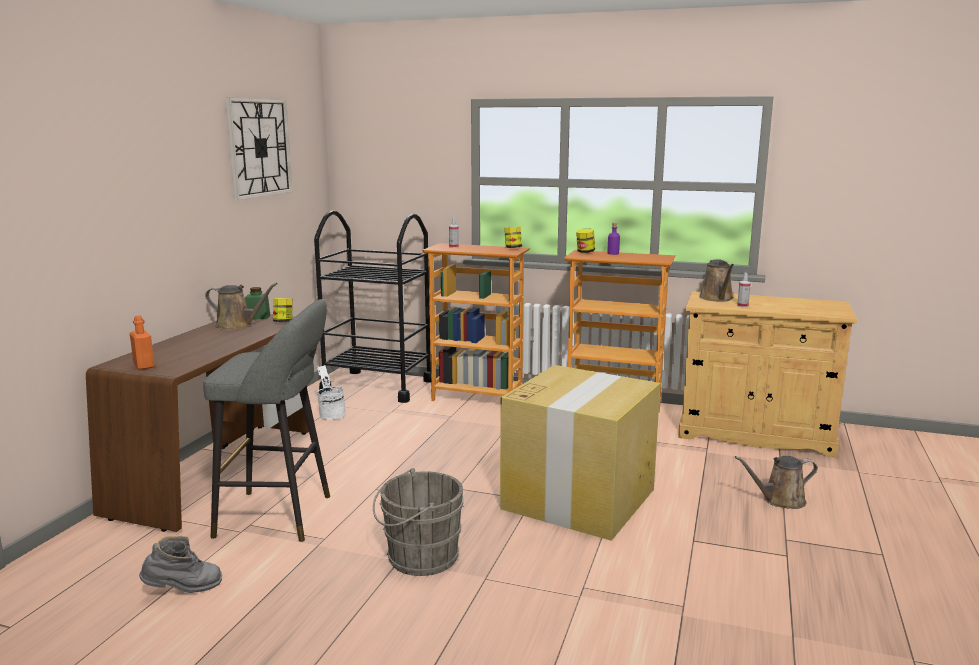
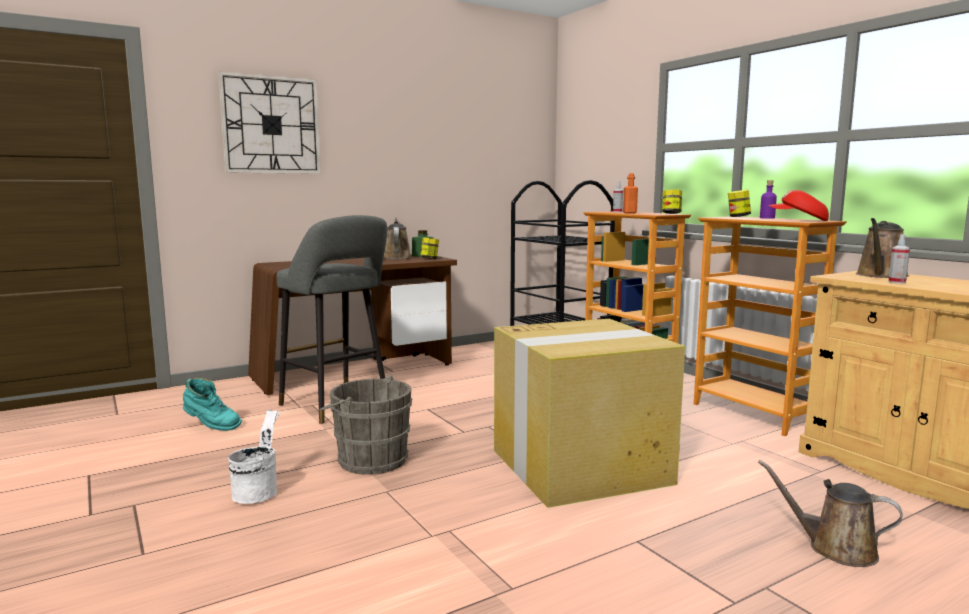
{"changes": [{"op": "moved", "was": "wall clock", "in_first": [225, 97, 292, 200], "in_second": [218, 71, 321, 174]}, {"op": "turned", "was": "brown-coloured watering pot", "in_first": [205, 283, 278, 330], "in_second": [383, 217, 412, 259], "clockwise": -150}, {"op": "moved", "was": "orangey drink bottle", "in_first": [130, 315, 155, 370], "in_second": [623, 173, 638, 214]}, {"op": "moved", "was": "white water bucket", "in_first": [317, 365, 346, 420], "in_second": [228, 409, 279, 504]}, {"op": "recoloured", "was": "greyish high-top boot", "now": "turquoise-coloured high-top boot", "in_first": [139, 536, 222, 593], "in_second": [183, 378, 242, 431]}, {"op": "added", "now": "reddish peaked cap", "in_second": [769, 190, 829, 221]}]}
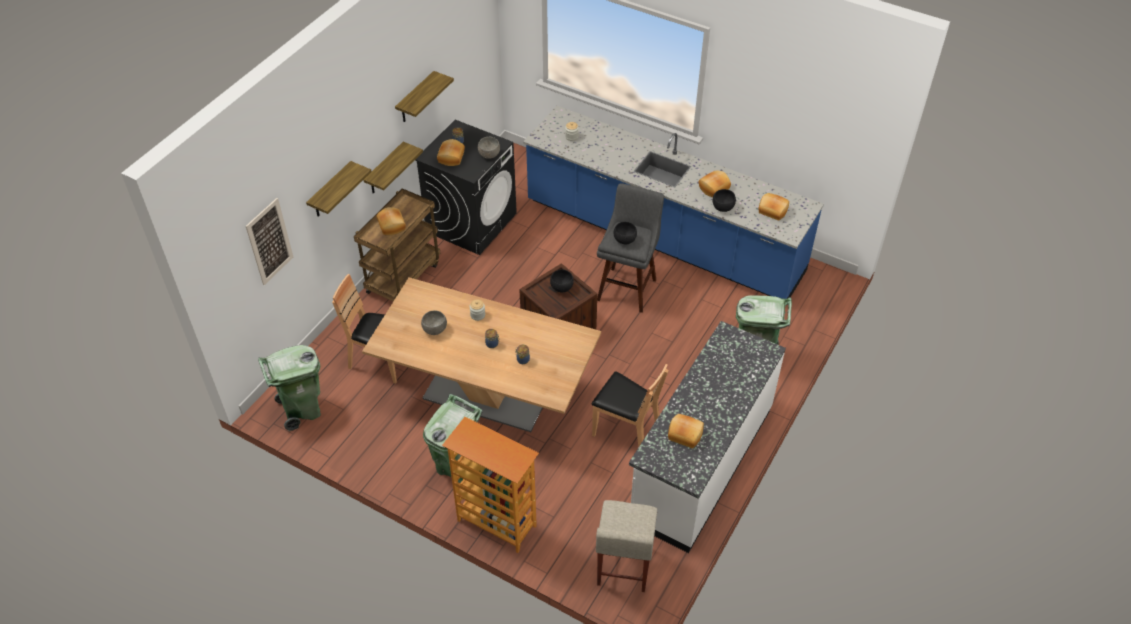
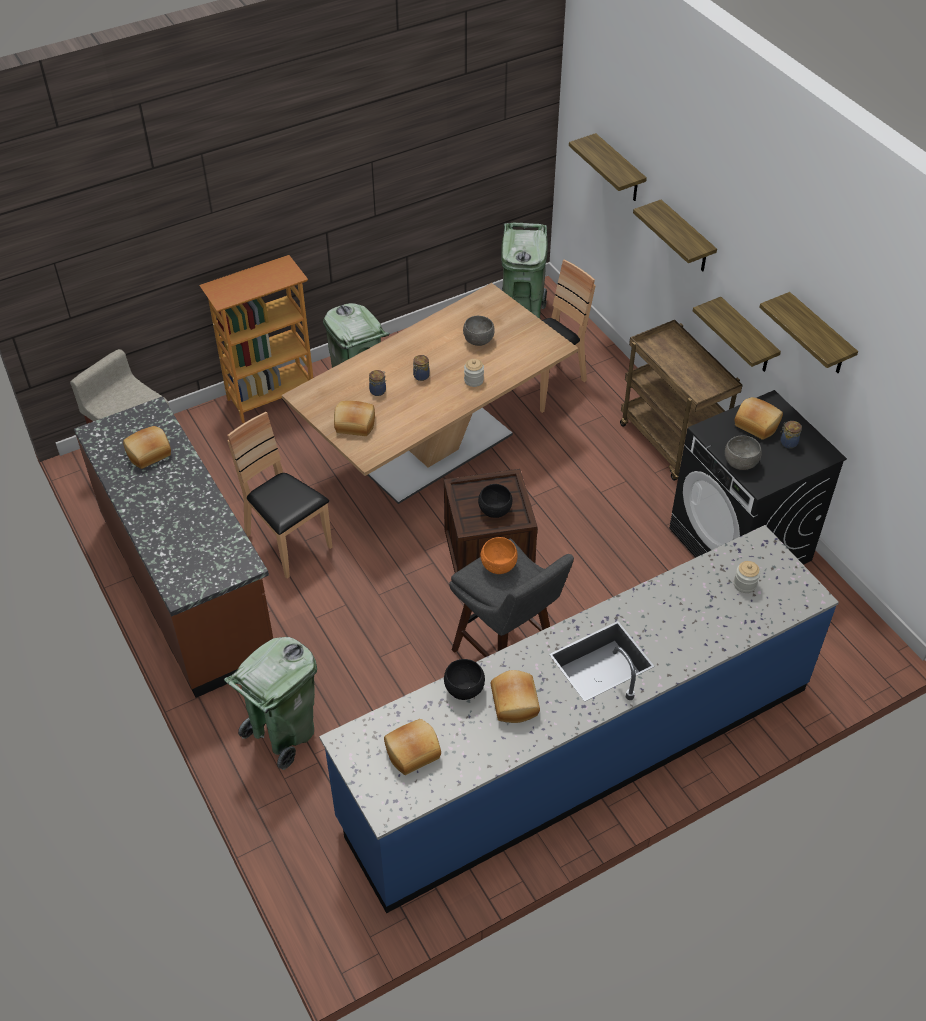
{"changes": [{"op": "replaced", "was": "wall picture", "now": "shelf", "in_first": [246, 198, 293, 285], "in_second": [569, 133, 647, 201]}, {"op": "moved", "was": "bakery bread", "in_first": [377, 207, 406, 235], "in_second": [334, 401, 375, 436]}, {"op": "recoloured", "was": "black-coloured bowl", "now": "orangey bowl", "in_first": [614, 222, 637, 245], "in_second": [481, 537, 518, 574]}, {"op": "recoloured", "was": "white kitchen base unit", "now": "brown-coloured kitchen base unit", "in_first": [629, 321, 786, 553], "in_second": [74, 396, 273, 698]}, {"op": "turned", "was": "brown-coloured upright chair", "in_first": [591, 364, 669, 447], "in_second": [227, 412, 332, 579], "clockwise": 75}]}
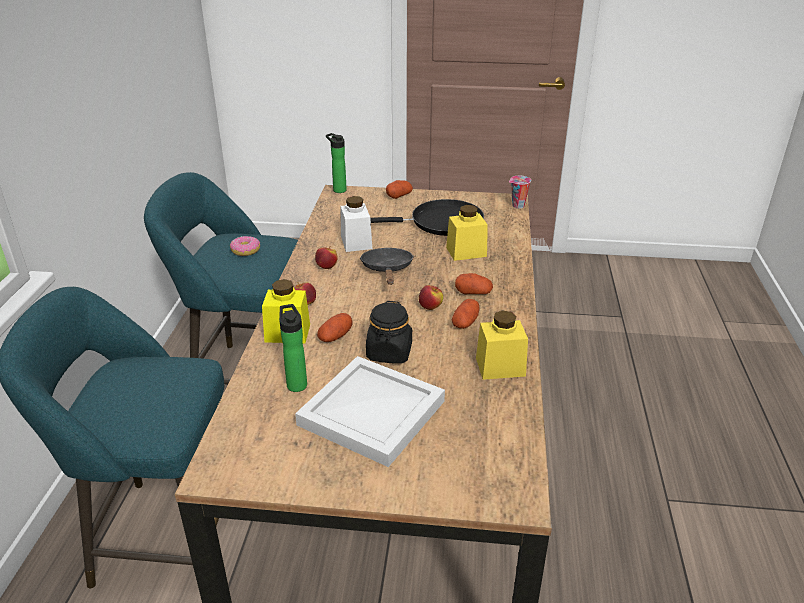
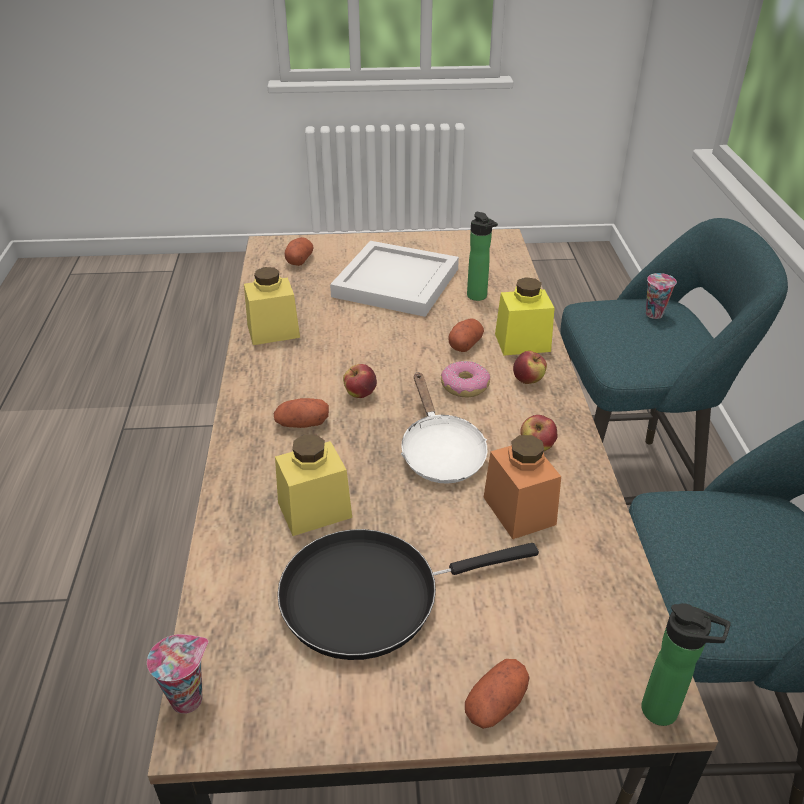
{"changes": [{"op": "recoloured", "was": "white storage jar", "now": "orangey storage jar", "in_first": [341, 196, 372, 252], "in_second": [483, 435, 561, 539]}, {"op": "moved", "was": "donut", "in_first": [230, 236, 260, 256], "in_second": [441, 361, 490, 397]}, {"op": "recoloured", "was": "black-coloured pan", "now": "white pan", "in_first": [360, 248, 414, 285], "in_second": [401, 372, 487, 484]}, {"op": "moved", "was": "spud", "in_first": [452, 299, 480, 329], "in_second": [284, 237, 314, 266]}, {"op": "removed", "was": "black-coloured storage jar", "in_first": [366, 301, 412, 364]}, {"op": "added", "now": "drinking cup", "in_second": [646, 273, 677, 319]}]}
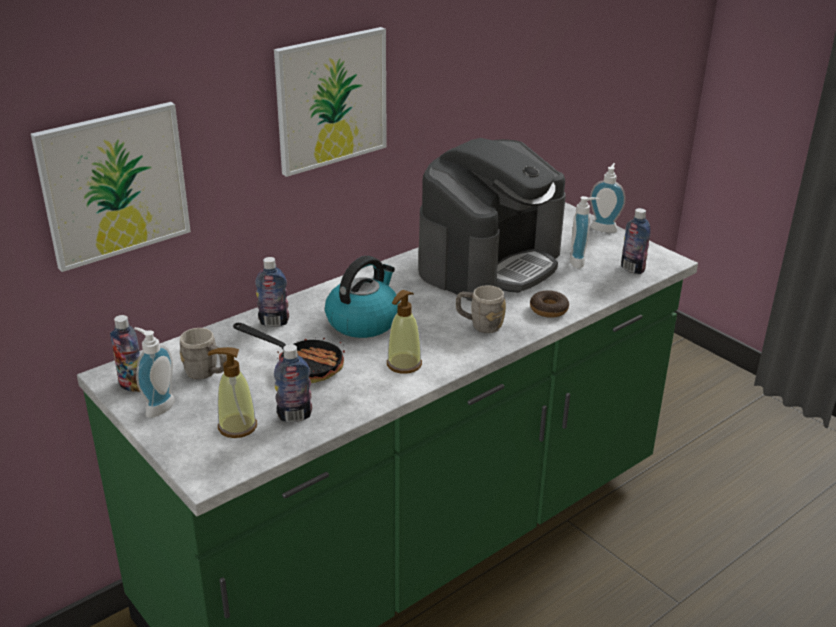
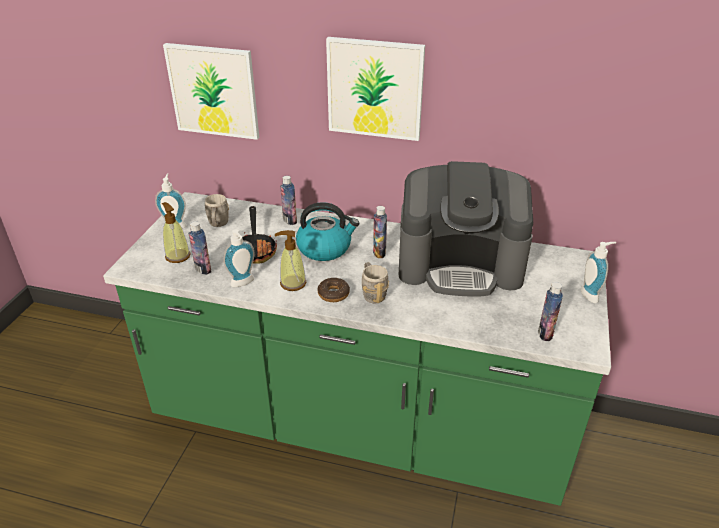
{"changes": [{"op": "moved", "was": "soap bottle", "in_first": [570, 196, 599, 268], "in_second": [223, 229, 255, 287]}, {"op": "moved", "was": "donut", "in_first": [530, 291, 569, 318], "in_second": [318, 278, 350, 302]}, {"op": "moved", "was": "drink bottle", "in_first": [110, 315, 140, 392], "in_second": [373, 206, 387, 258]}]}
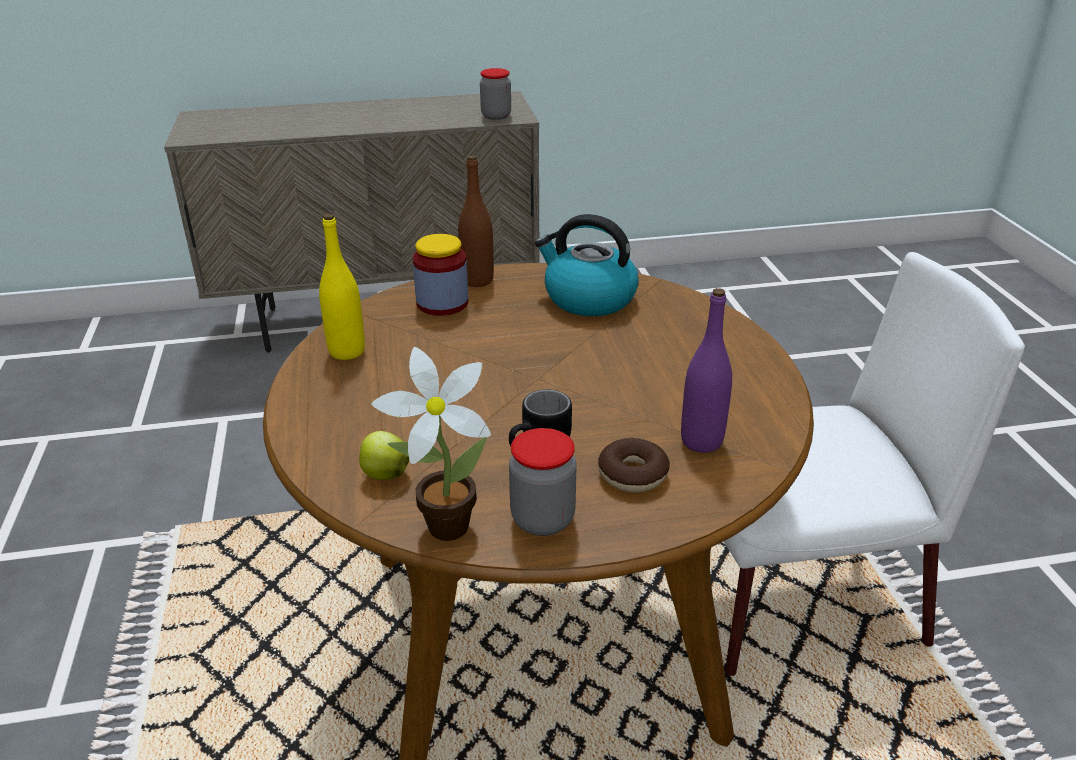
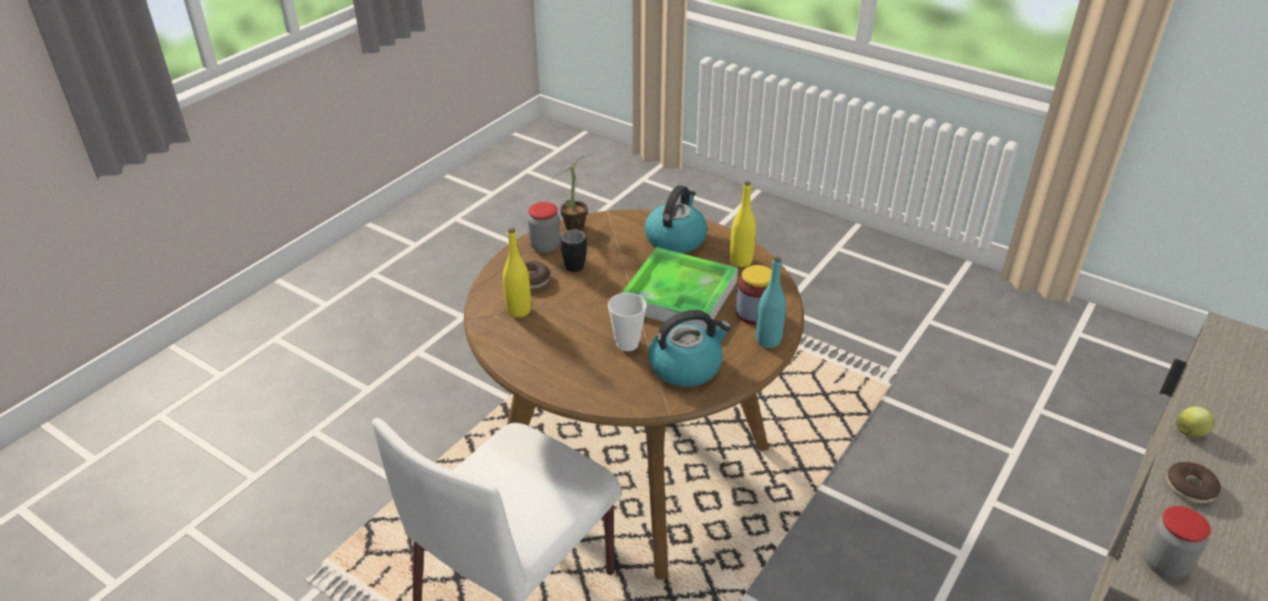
{"changes": [{"op": "recoloured", "was": "brown-coloured drink bottle", "now": "turquoise-coloured drink bottle", "in_first": [458, 155, 494, 287], "in_second": [756, 257, 786, 348]}, {"op": "recoloured", "was": "purple drink bottle", "now": "yellow-coloured drink bottle", "in_first": [681, 288, 732, 453], "in_second": [503, 228, 531, 318]}, {"op": "moved", "was": "apple fruit", "in_first": [359, 431, 409, 480], "in_second": [1177, 406, 1214, 437]}, {"op": "added", "now": "kettle", "in_second": [645, 185, 707, 253]}, {"op": "added", "now": "serving tray", "in_second": [622, 247, 738, 329]}, {"op": "added", "now": "drinking cup", "in_second": [608, 293, 647, 351]}, {"op": "added", "now": "donut", "in_second": [1166, 462, 1221, 503]}]}
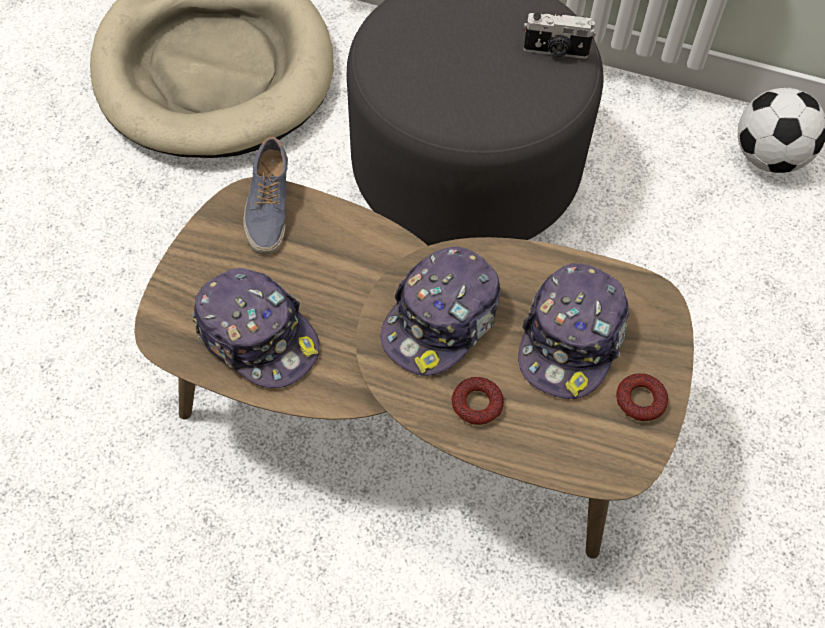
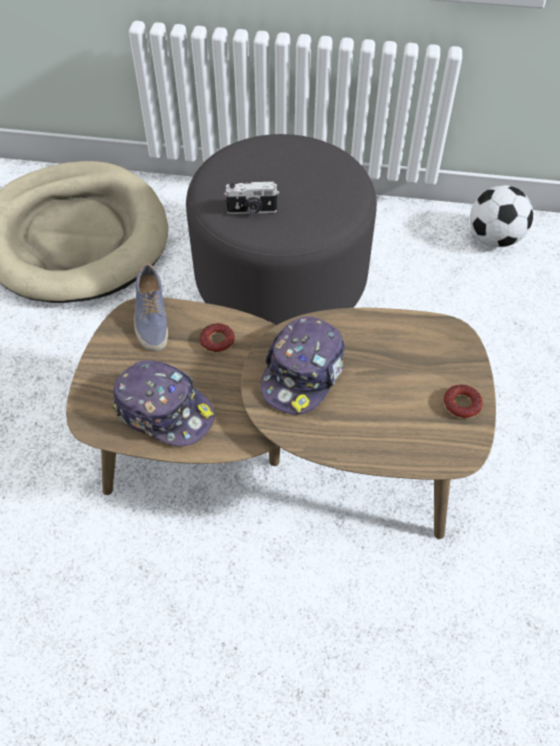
{"changes": [{"op": "moved", "was": "still camera", "in_first": [523, 13, 596, 59], "in_second": [224, 181, 279, 214]}, {"op": "removed", "was": "peaked cap", "in_first": [518, 263, 630, 399]}, {"op": "moved", "was": "donut", "in_first": [451, 377, 504, 426], "in_second": [200, 323, 235, 353]}]}
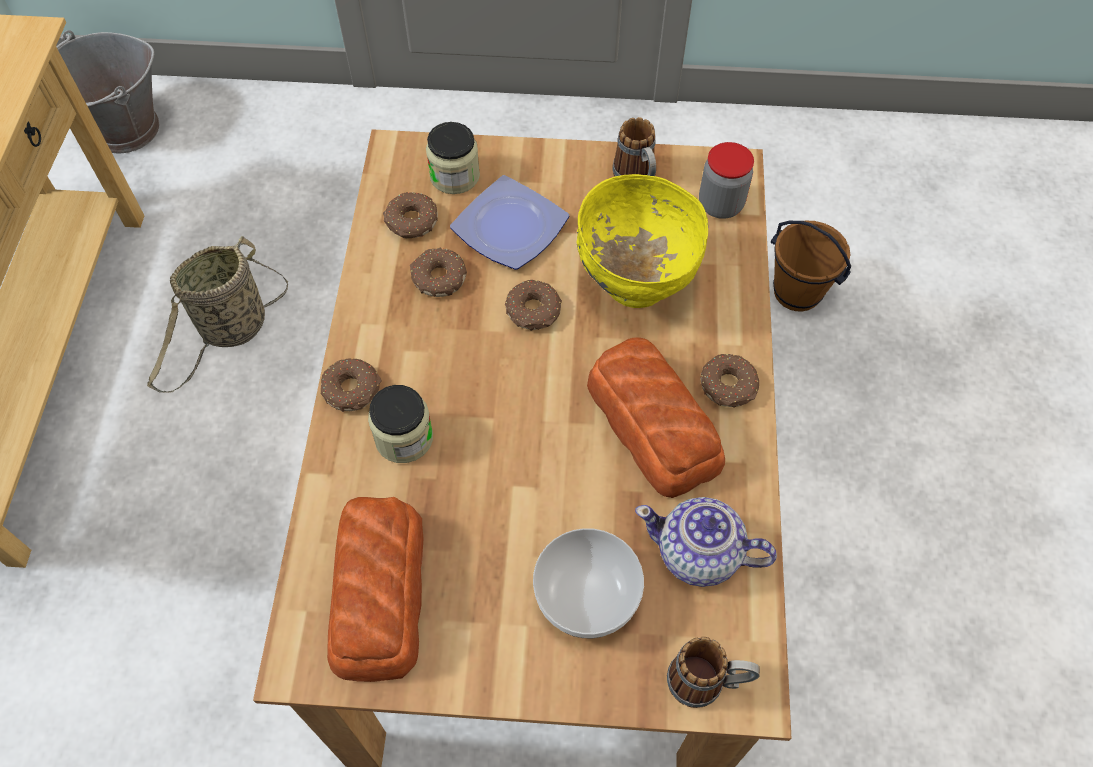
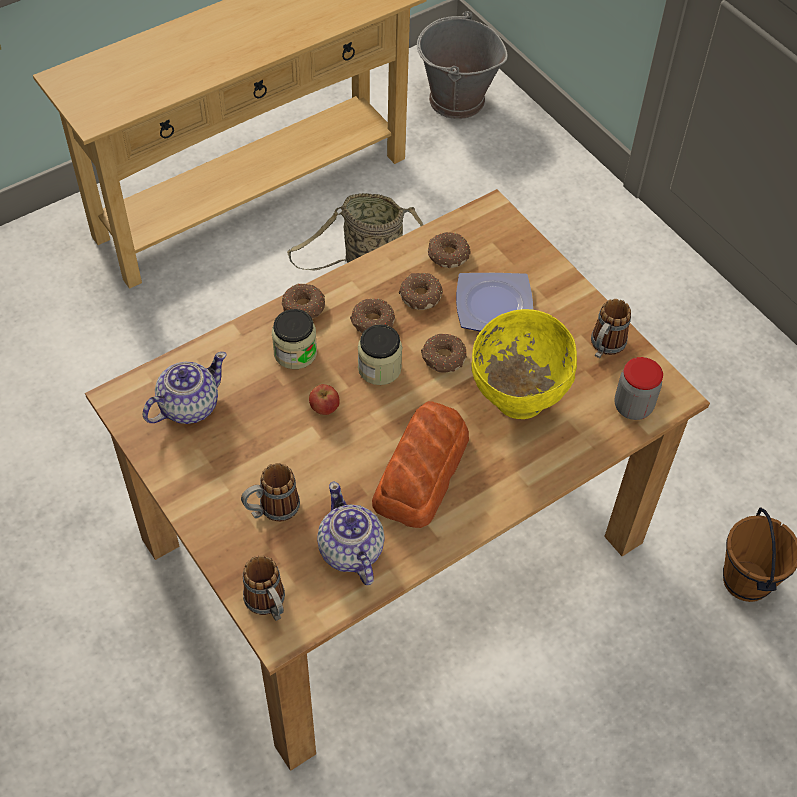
{"changes": [{"op": "moved", "was": "storage jar", "in_first": [426, 122, 480, 194], "in_second": [358, 324, 402, 385]}, {"op": "moved", "was": "donut", "in_first": [700, 354, 759, 408], "in_second": [350, 298, 395, 334]}, {"op": "replaced", "was": "bakery bread", "now": "tea pot", "in_first": [327, 497, 424, 682], "in_second": [143, 352, 227, 424]}, {"op": "replaced", "was": "bowl", "now": "coffee mug", "in_first": [533, 528, 644, 638], "in_second": [241, 463, 300, 522]}, {"op": "added", "now": "apple fruit", "in_second": [309, 384, 339, 415]}]}
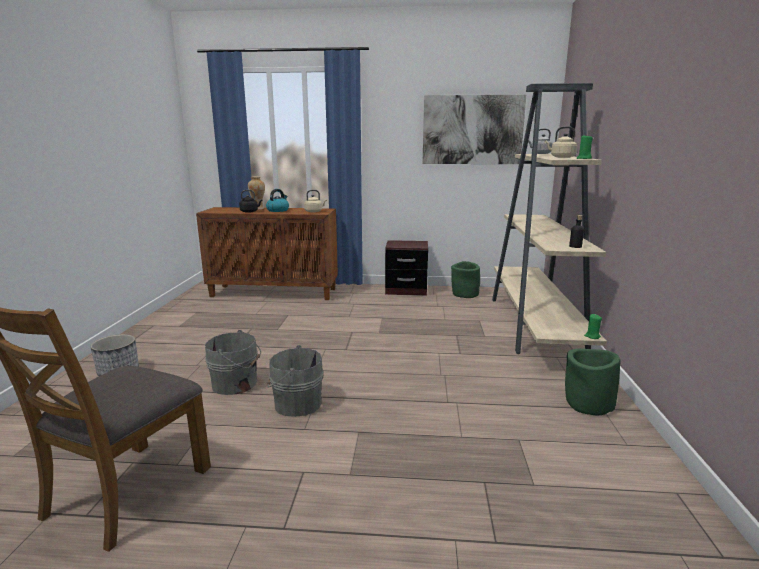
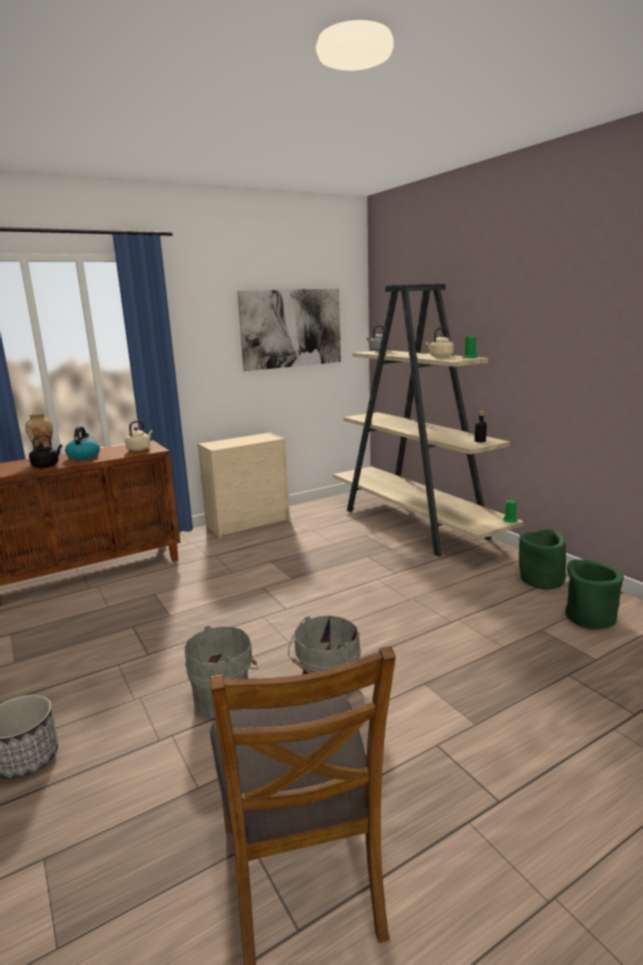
{"changes": [{"op": "replaced", "was": "brown-coloured night table", "now": "beige-coloured chest of drawers", "in_first": [385, 240, 428, 296], "in_second": [198, 432, 290, 538]}, {"op": "moved", "was": "greenish planter", "in_first": [451, 261, 480, 298], "in_second": [565, 559, 624, 629]}]}
